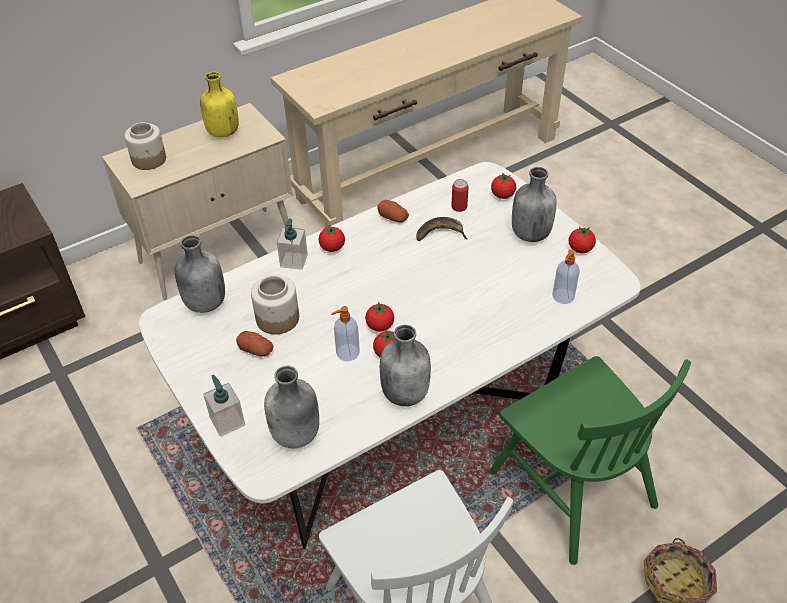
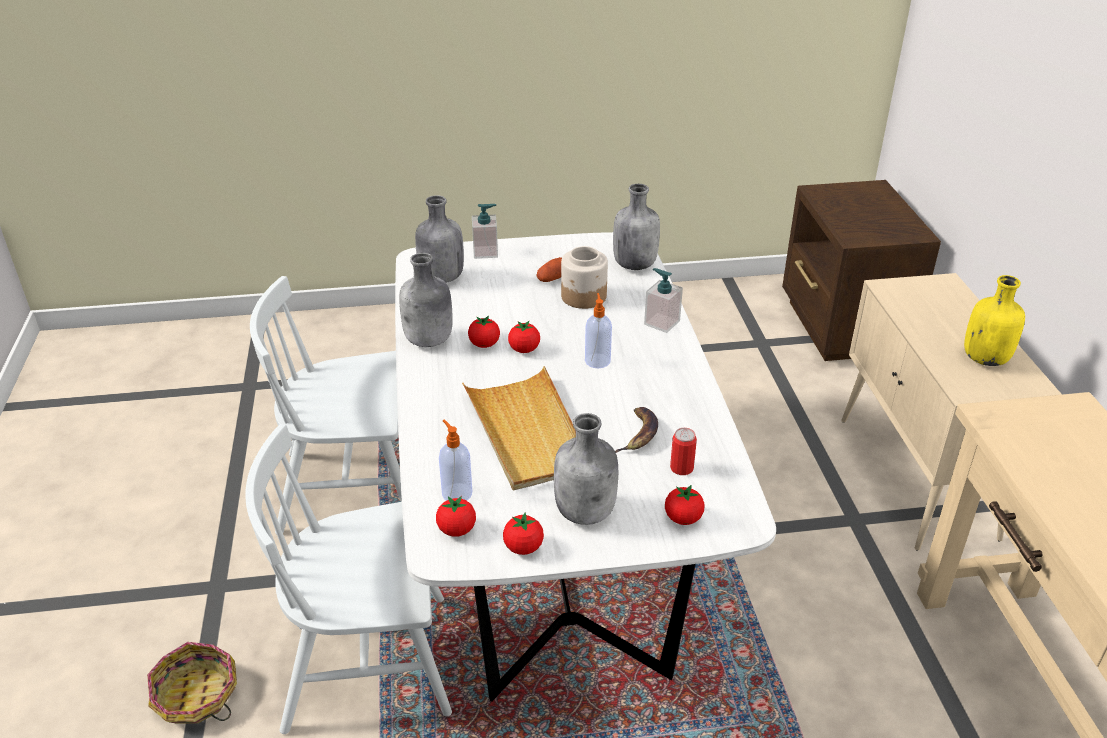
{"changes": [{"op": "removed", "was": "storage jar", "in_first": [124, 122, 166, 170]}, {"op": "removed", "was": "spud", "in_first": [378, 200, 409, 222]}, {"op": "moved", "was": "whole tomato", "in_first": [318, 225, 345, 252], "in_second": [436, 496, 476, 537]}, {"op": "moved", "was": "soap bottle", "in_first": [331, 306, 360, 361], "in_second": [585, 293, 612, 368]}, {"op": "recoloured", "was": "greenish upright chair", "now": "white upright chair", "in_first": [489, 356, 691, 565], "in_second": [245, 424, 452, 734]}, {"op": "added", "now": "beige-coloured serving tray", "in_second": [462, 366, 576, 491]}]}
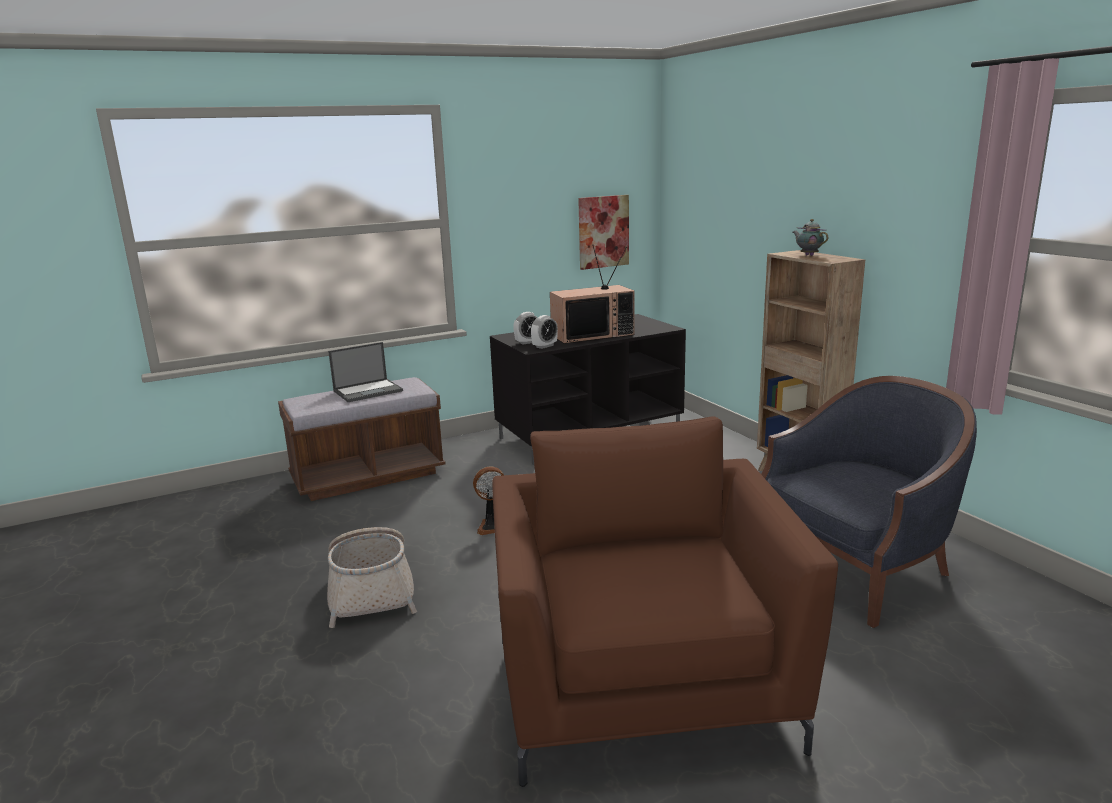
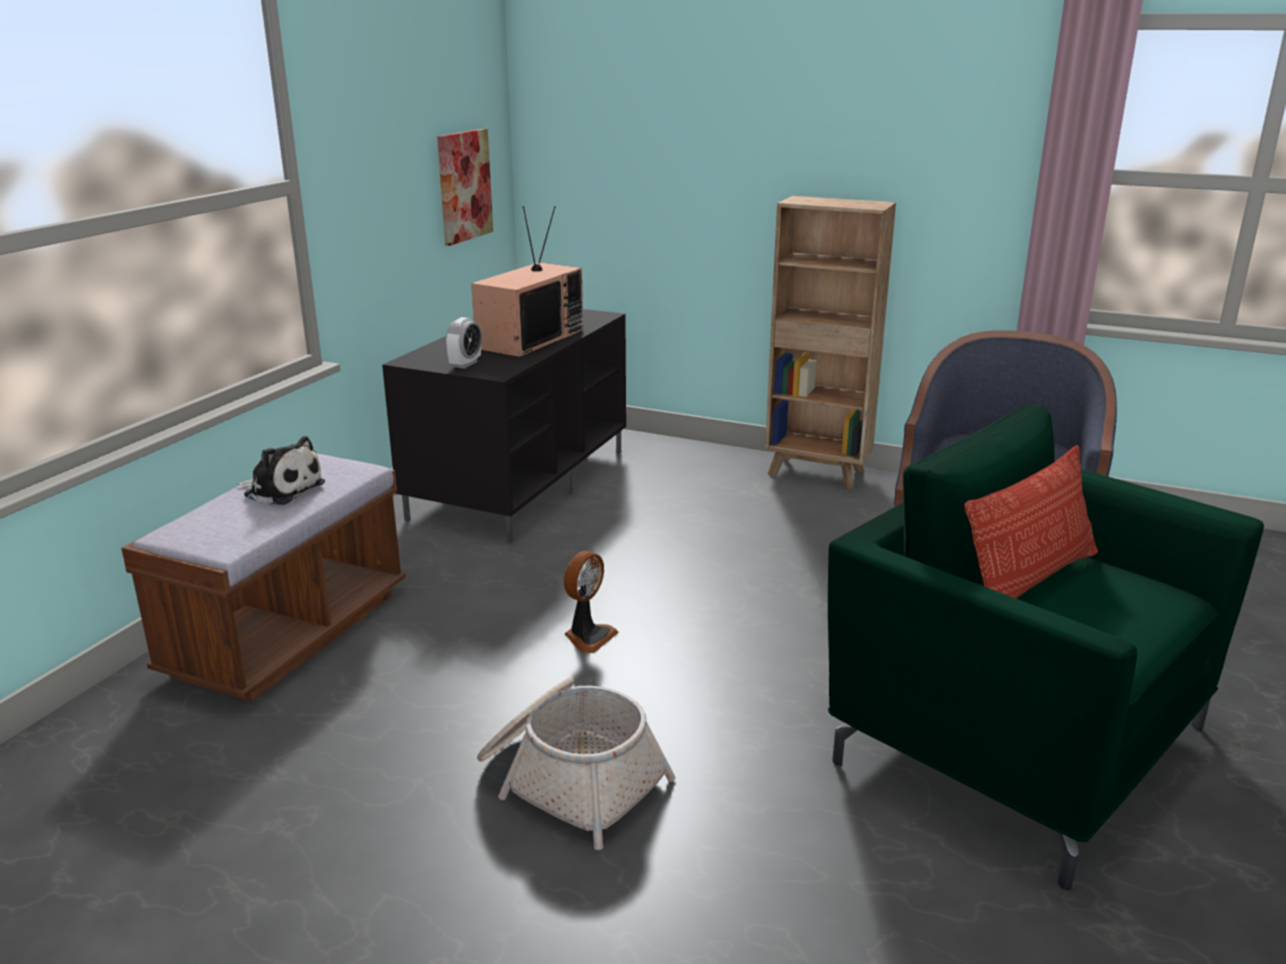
{"changes": [{"op": "removed", "was": "tea pot", "in_first": [793, 219, 828, 256]}, {"op": "removed", "was": "table clock", "in_first": [531, 315, 558, 349]}, {"op": "replaced", "was": "portable computer", "now": "soft toy", "in_first": [328, 342, 403, 402], "in_second": [238, 436, 325, 505]}, {"op": "recoloured", "was": "brown-coloured easy chair", "now": "greenish easy chair", "in_first": [492, 416, 838, 787], "in_second": [828, 404, 1264, 890]}, {"op": "added", "now": "cushion", "in_second": [964, 445, 1098, 598]}]}
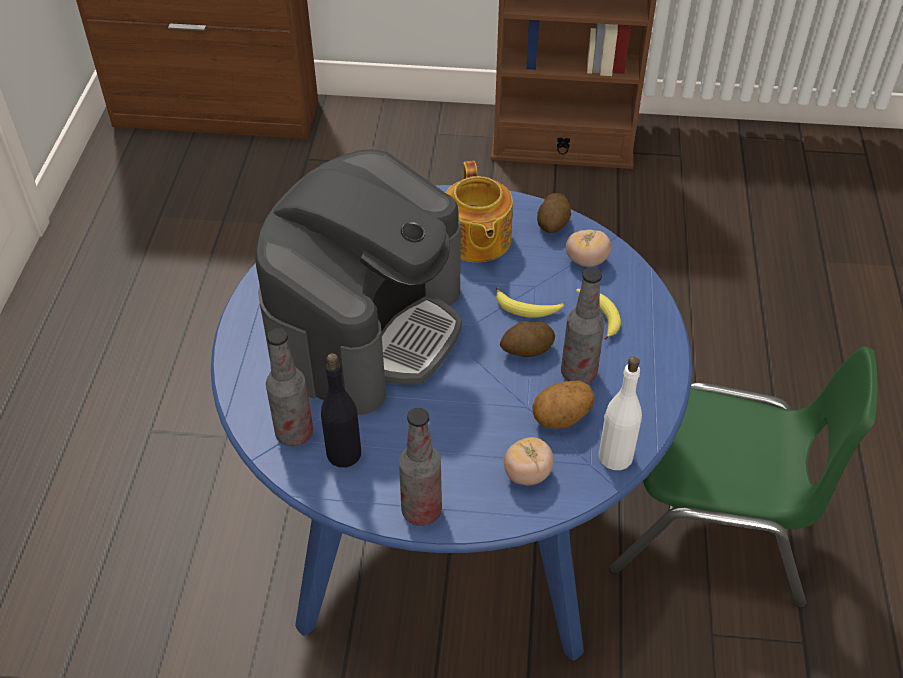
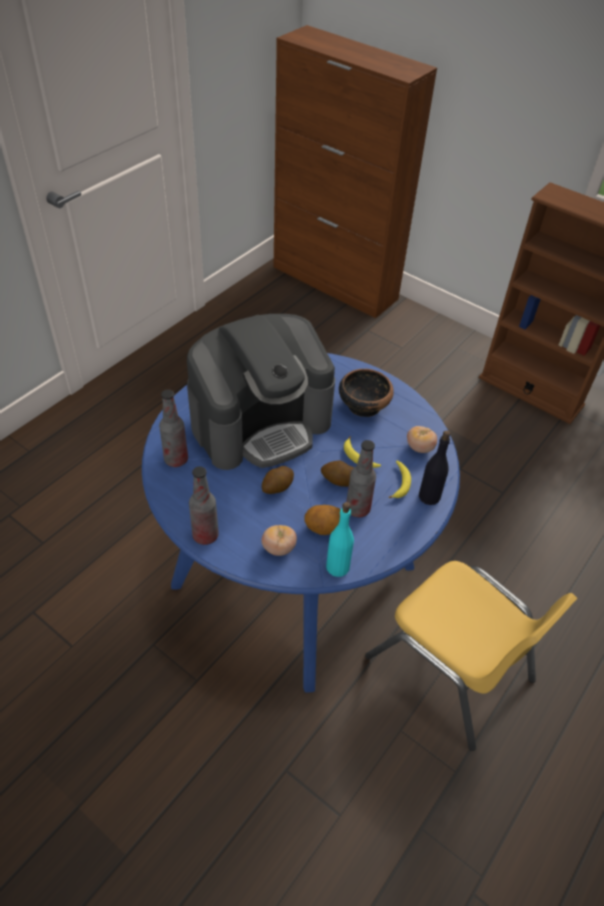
{"changes": [{"op": "replaced", "was": "tea pot", "now": "bowl", "in_first": [446, 161, 513, 262], "in_second": [339, 369, 394, 417]}, {"op": "moved", "was": "spud", "in_first": [537, 193, 571, 233], "in_second": [262, 466, 294, 494]}, {"op": "recoloured", "was": "greenish upright chair", "now": "yellow-coloured upright chair", "in_first": [609, 346, 877, 608], "in_second": [365, 561, 577, 751]}, {"op": "moved", "was": "black-coloured drink bottle", "in_first": [321, 353, 361, 468], "in_second": [419, 430, 450, 505]}, {"op": "recoloured", "was": "white drink bottle", "now": "turquoise-coloured drink bottle", "in_first": [599, 356, 642, 470], "in_second": [326, 502, 354, 577]}]}
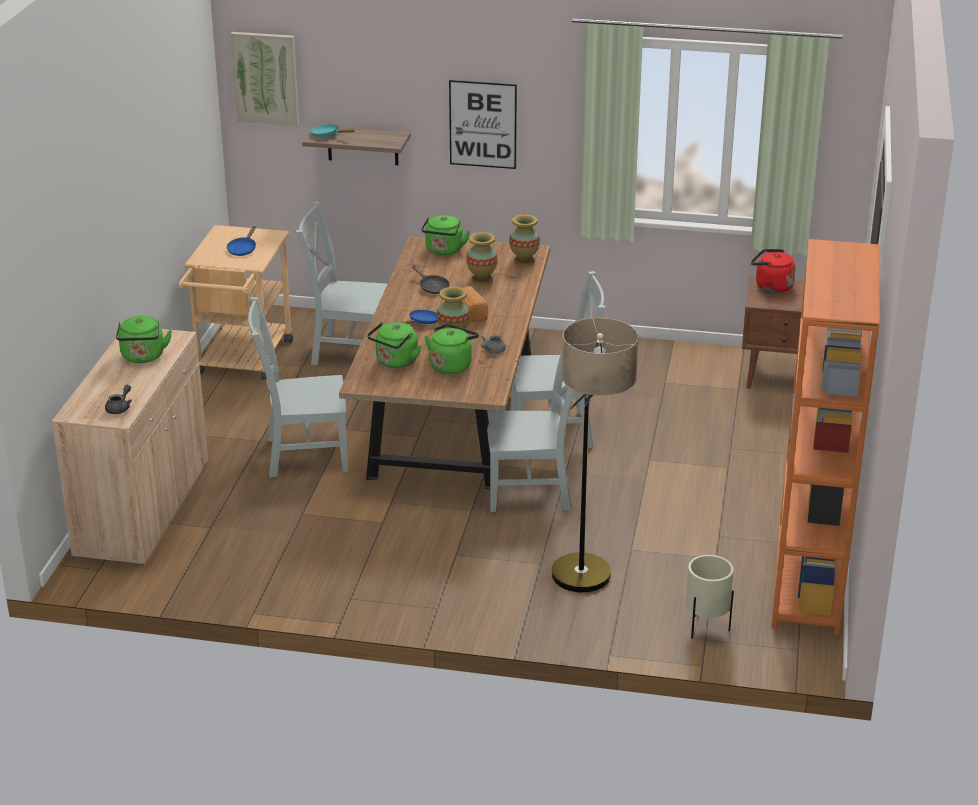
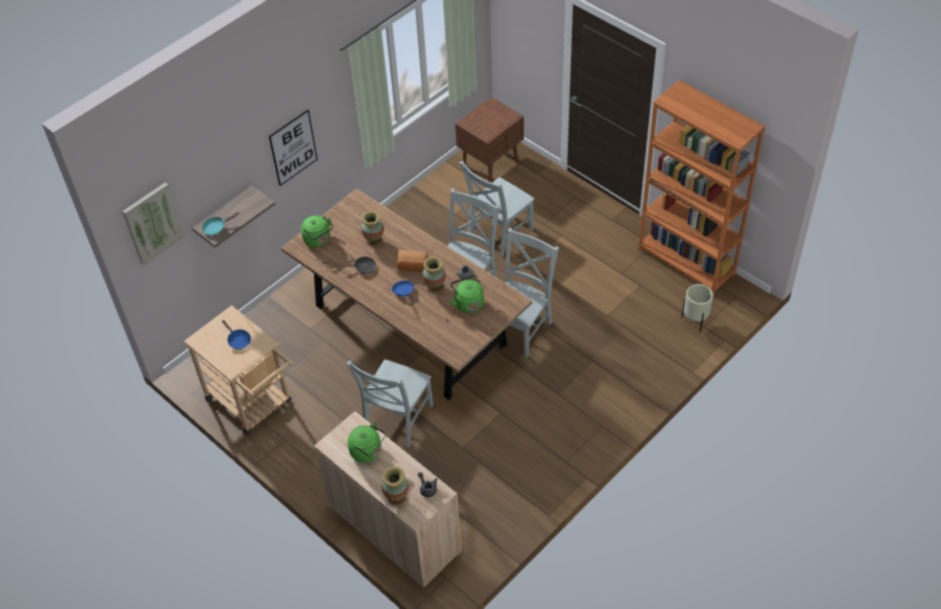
{"changes": [{"op": "moved", "was": "greyish upright chair", "in_first": [296, 201, 387, 365], "in_second": [459, 161, 534, 257]}, {"op": "moved", "was": "decorative vase", "in_first": [509, 214, 540, 267], "in_second": [382, 466, 409, 506]}, {"op": "removed", "was": "reddish kettle", "in_first": [751, 249, 795, 293]}, {"op": "removed", "was": "floor lamp", "in_first": [552, 318, 638, 592]}, {"op": "removed", "was": "greenish kettle", "in_first": [367, 322, 421, 368]}]}
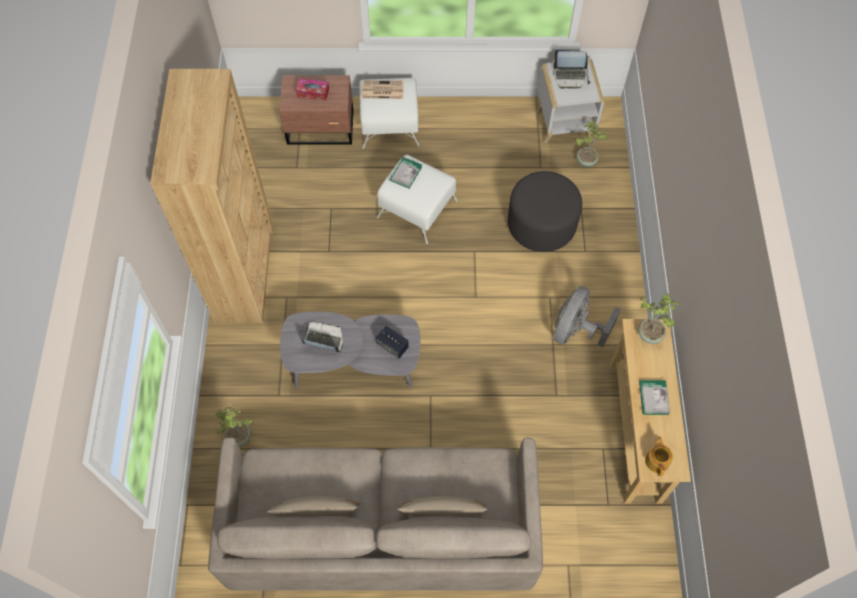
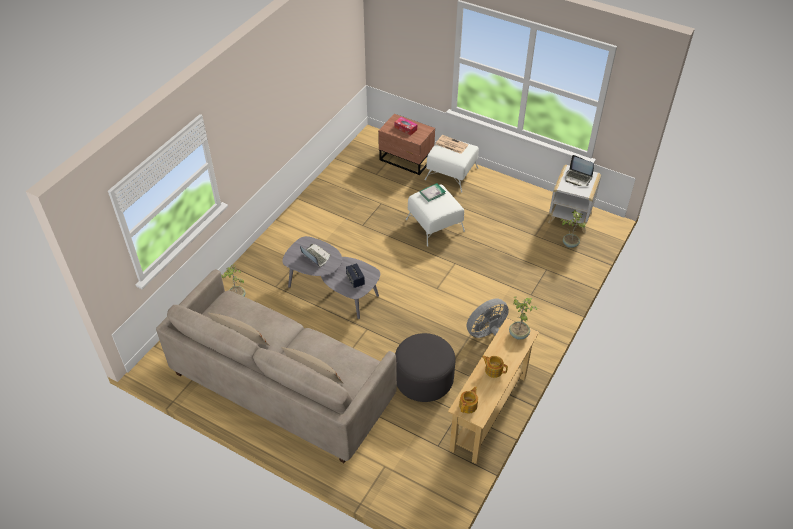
{"changes": [{"op": "removed", "was": "brown-coloured bookshelf", "in_first": [150, 69, 274, 323]}, {"op": "moved", "was": "greyish pouffe", "in_first": [508, 171, 582, 252], "in_second": [395, 333, 455, 402]}, {"op": "replaced", "was": "book", "now": "tea pot", "in_first": [639, 380, 670, 415], "in_second": [482, 355, 508, 378]}]}
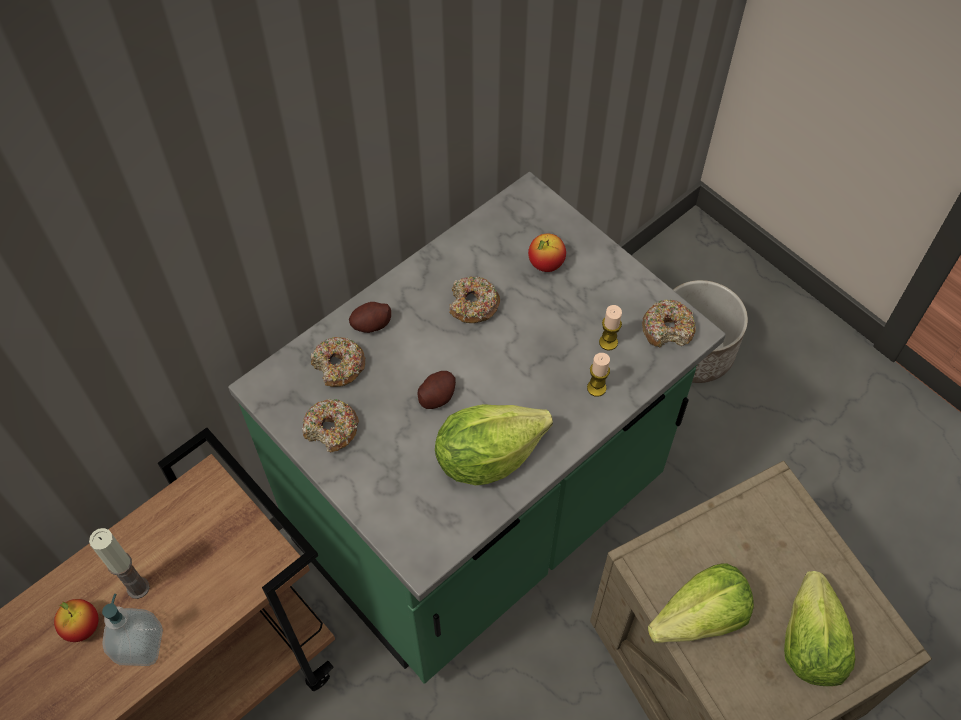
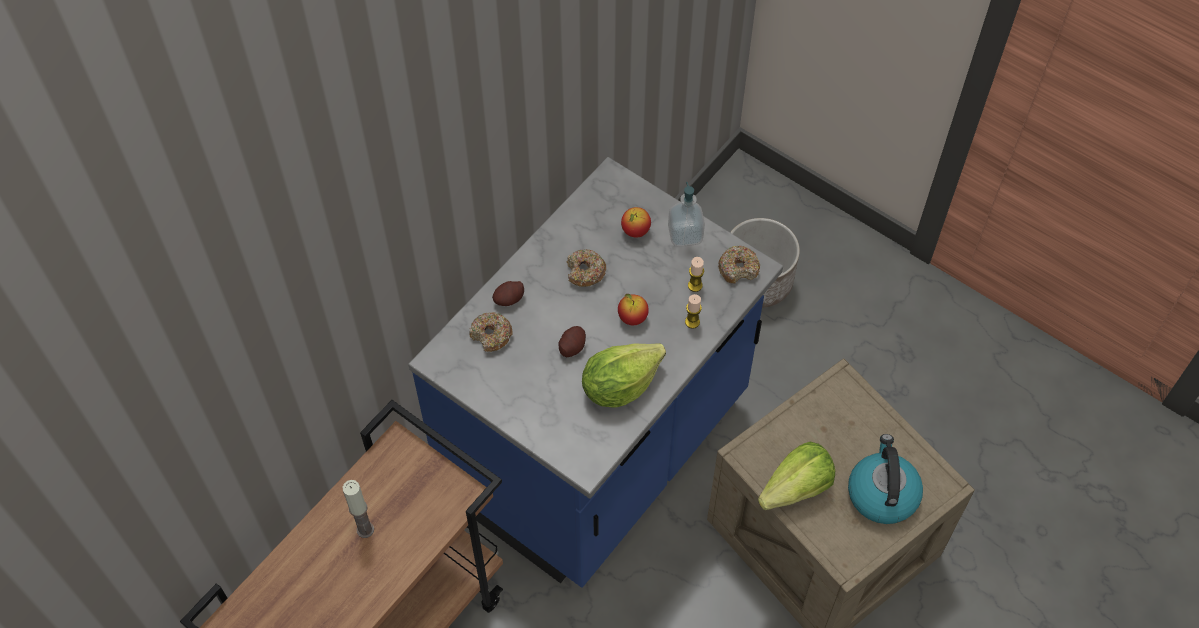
{"changes": [{"op": "recoloured", "was": "greenish kitchen base unit", "now": "bluish kitchen base unit", "in_first": [228, 172, 726, 684], "in_second": [408, 157, 783, 588]}, {"op": "removed", "was": "donut", "in_first": [302, 399, 359, 452]}, {"op": "replaced", "was": "lettuce head", "now": "kettle", "in_first": [784, 571, 855, 686], "in_second": [848, 434, 923, 524]}, {"op": "moved", "was": "soap bottle", "in_first": [102, 594, 163, 666], "in_second": [668, 182, 705, 247]}, {"op": "moved", "was": "apple fruit", "in_first": [54, 599, 99, 642], "in_second": [618, 294, 649, 325]}]}
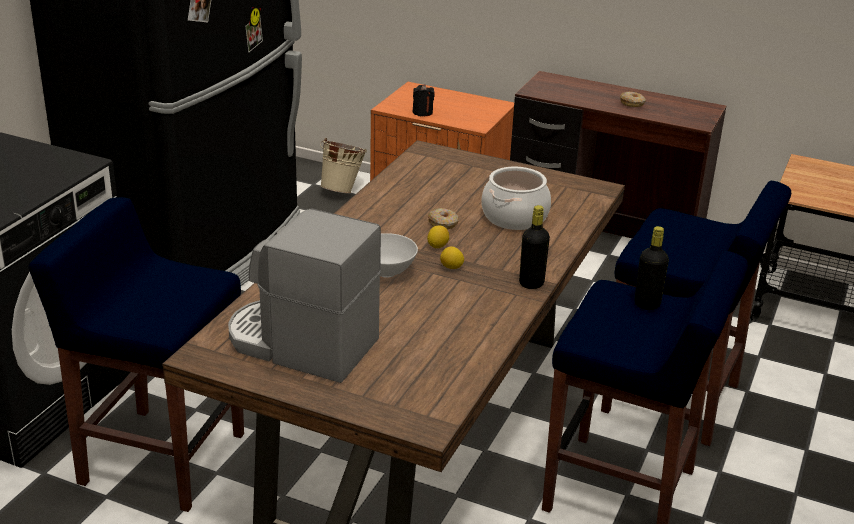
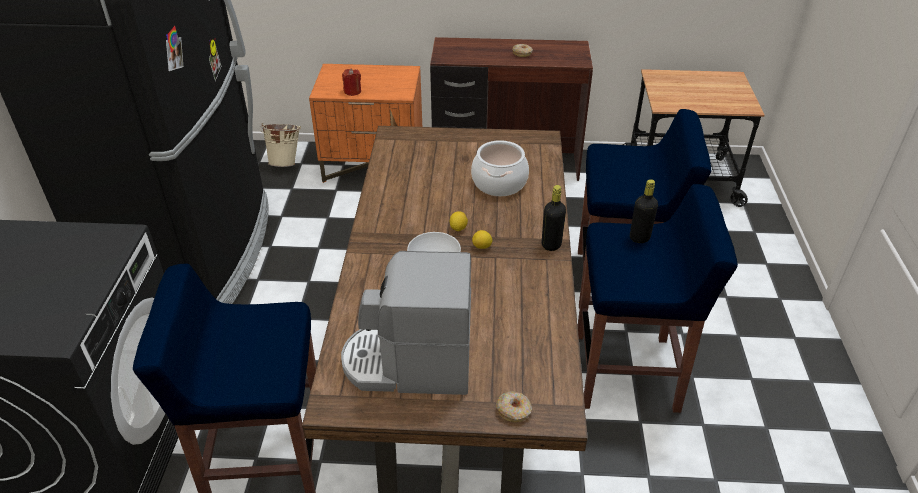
{"changes": [{"op": "recoloured", "was": "black-coloured wax candle", "now": "reddish wax candle", "in_first": [412, 84, 435, 116], "in_second": [342, 68, 361, 96]}, {"op": "moved", "was": "donut", "in_first": [428, 208, 459, 229], "in_second": [496, 391, 532, 423]}]}
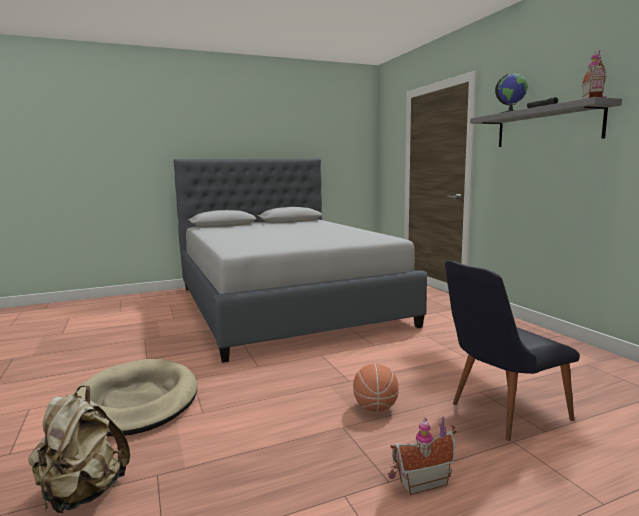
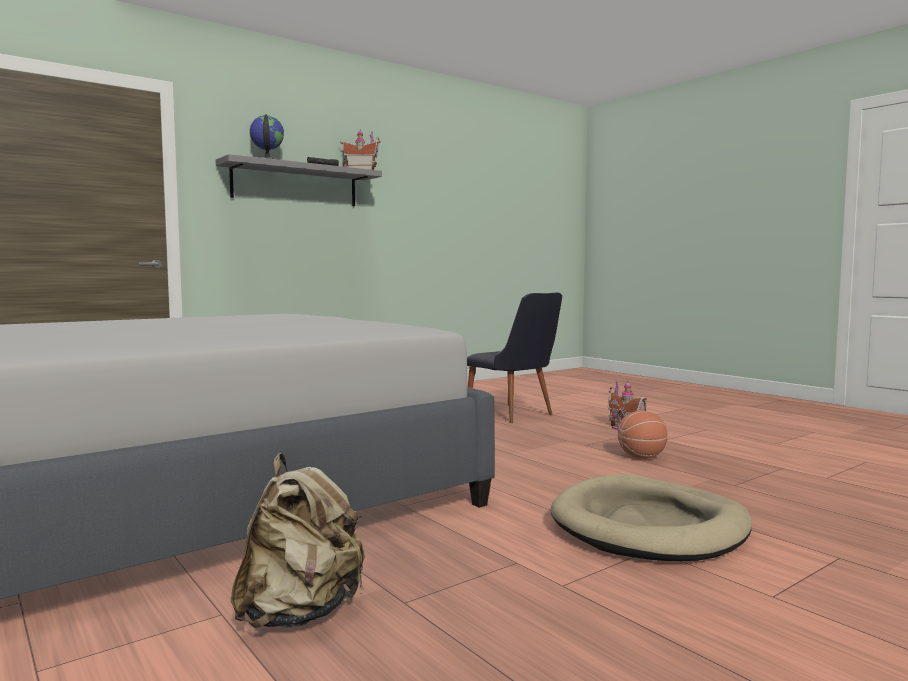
{"changes": [{"op": "moved", "was": "basketball", "in_first": [353, 364, 399, 412], "in_second": [618, 411, 668, 459]}, {"op": "moved", "was": "beige-coloured rucksack", "in_first": [28, 385, 130, 513], "in_second": [231, 453, 365, 628]}]}
